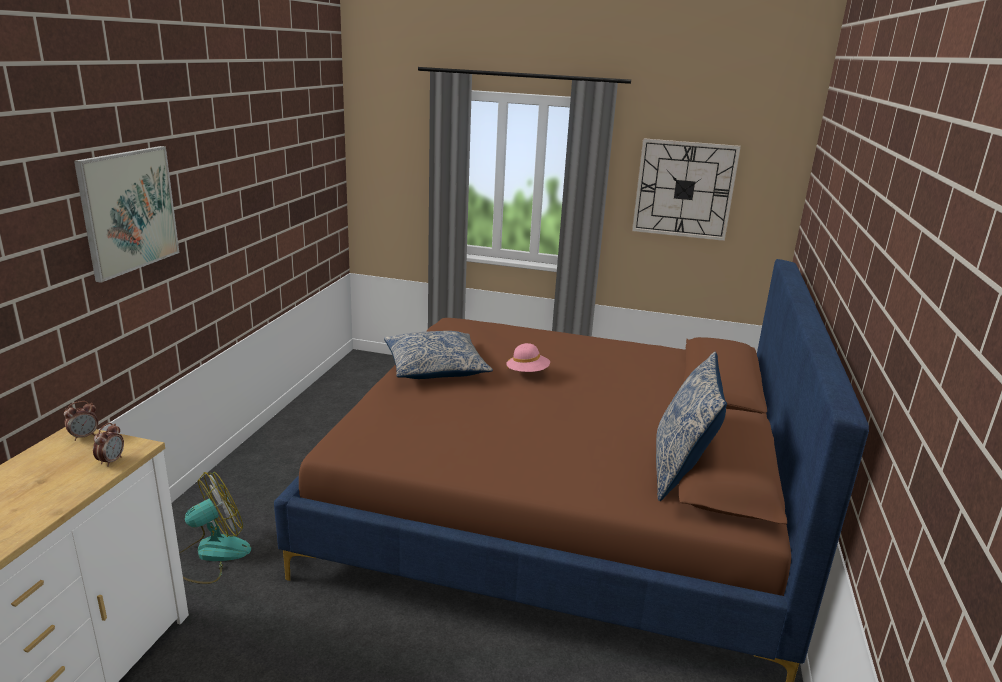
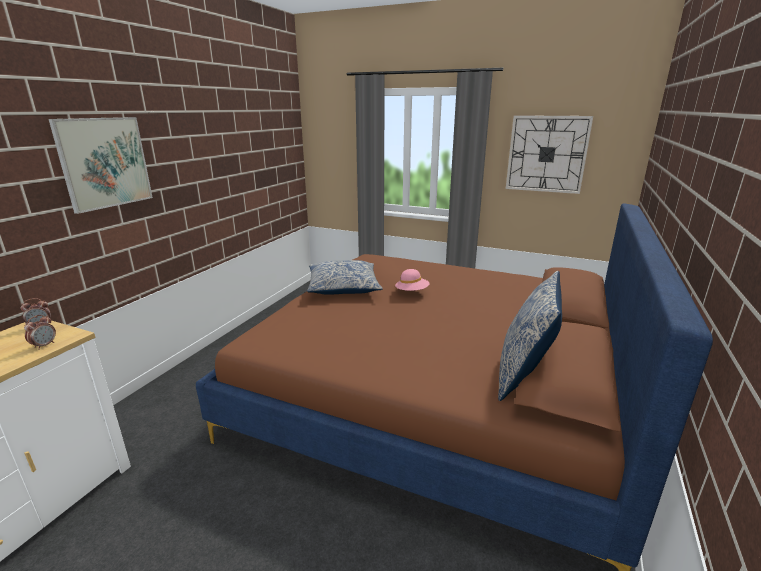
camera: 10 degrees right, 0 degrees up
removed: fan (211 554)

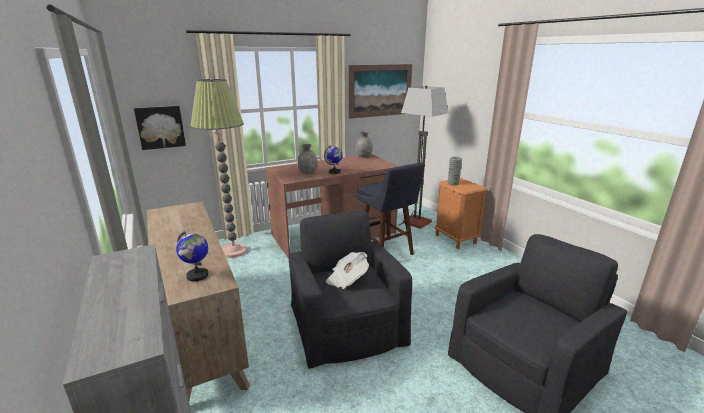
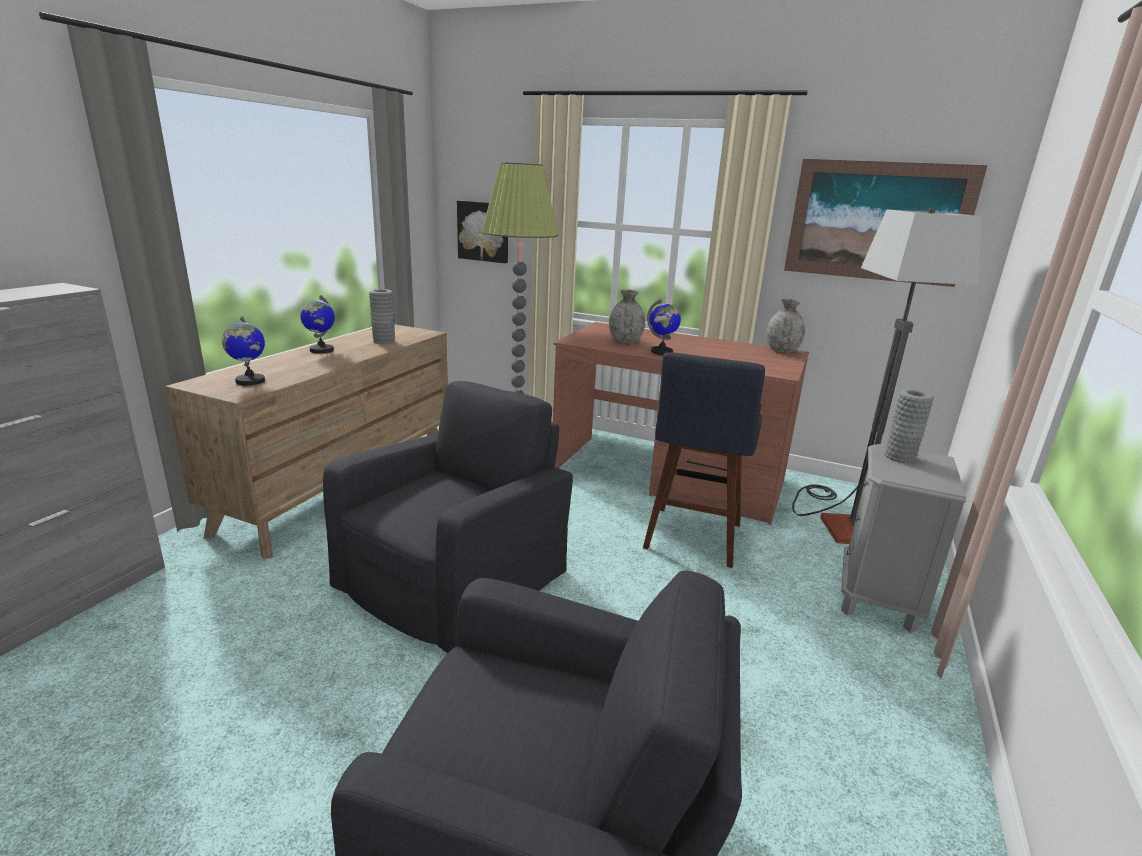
camera: 50 degrees right, 0 degrees up
removed: daily paper (347 279)
added: grey flower vase (384 341); world globe (321 350)
recoloured: orange bedside table (456 239) to grey bedside table (878 598)

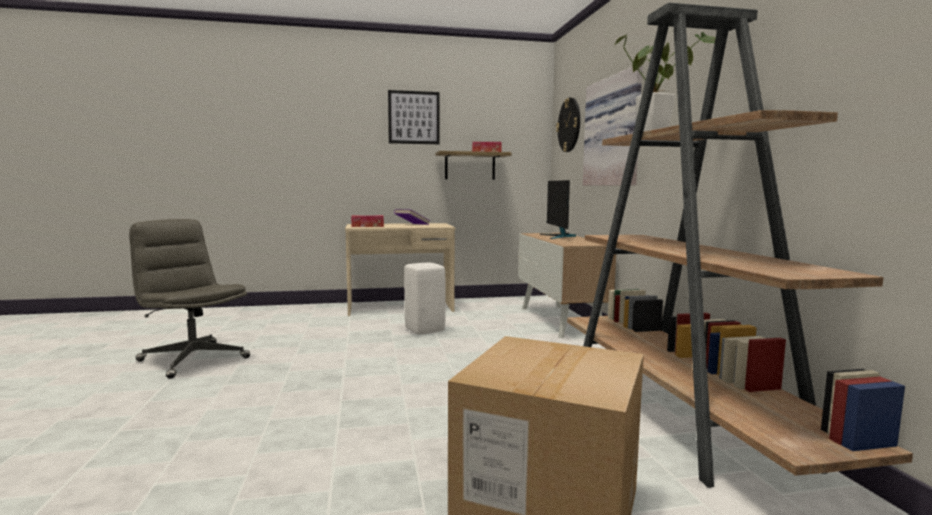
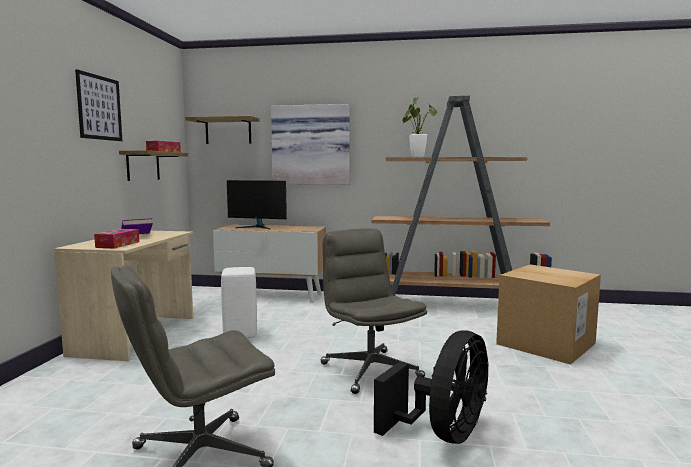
camera: 70 degrees left, 0 degrees up
added: grey computer chair (369 370); blackish fan (443 433)
replaced: hanging clock (569 125) to bracket shelf (228 131)

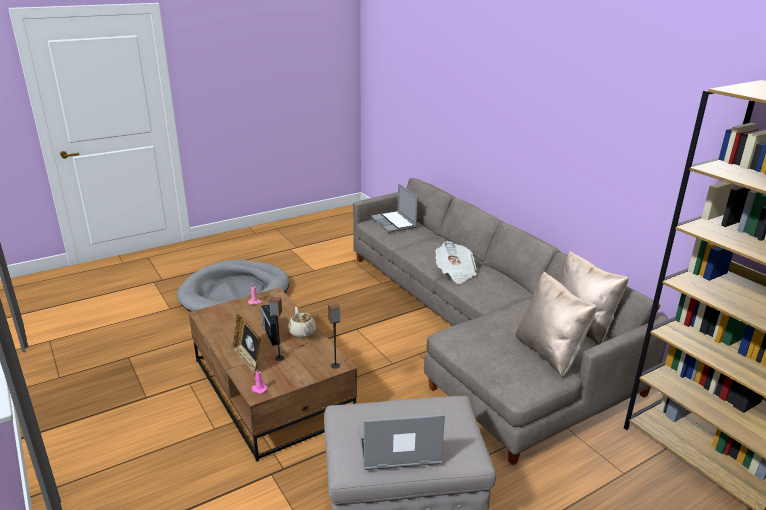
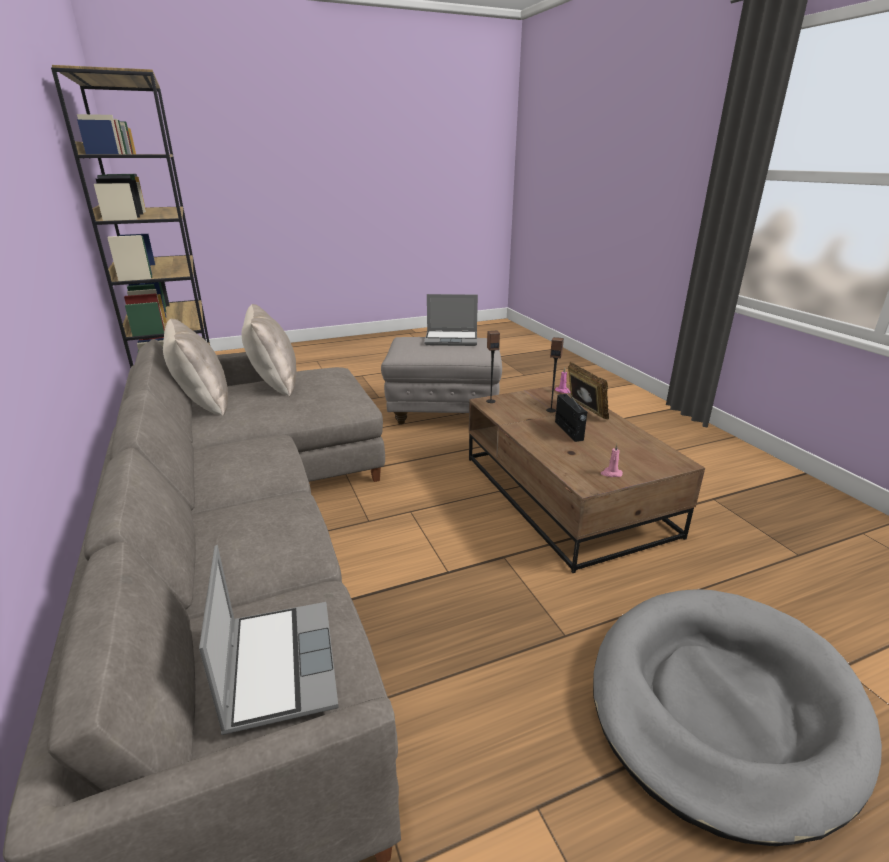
camera: 170 degrees left, 0 degrees up
removed: daily paper (455 273); sand-coloured pot for tea (302 332)

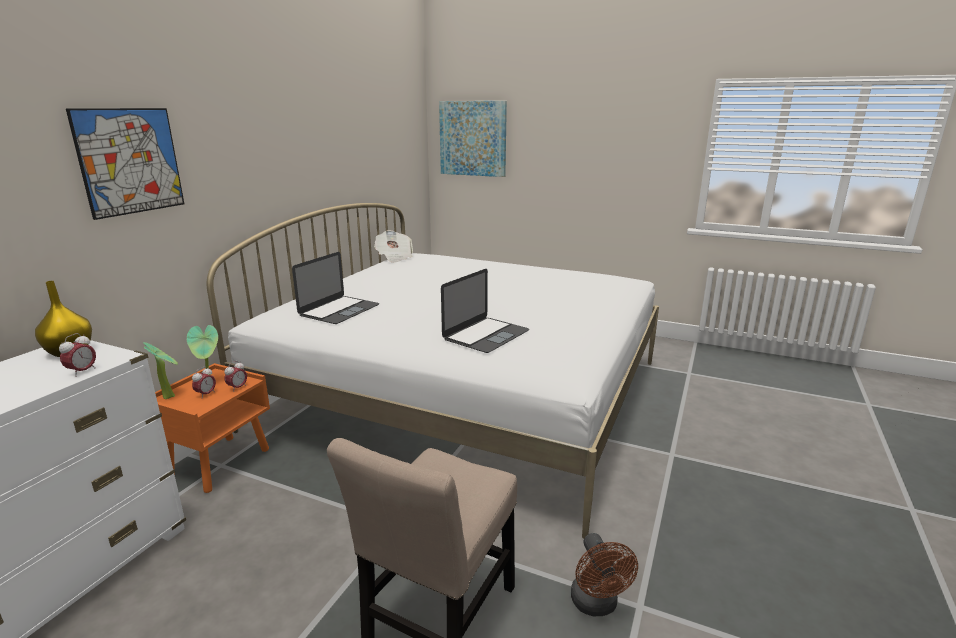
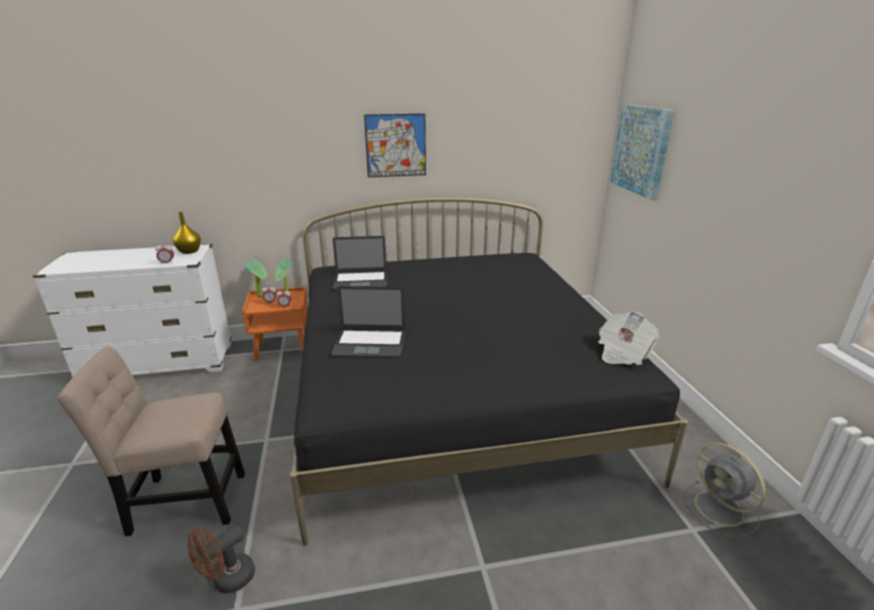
camera: 55 degrees right, 5 degrees up
added: grey fan (720 510)
moved: picture (130 161) to (395 145); daily paper (394 257) to (623 352)
recoloured: white-coloured bedroom bed (466 393) to blackish bedroom bed (454 395)

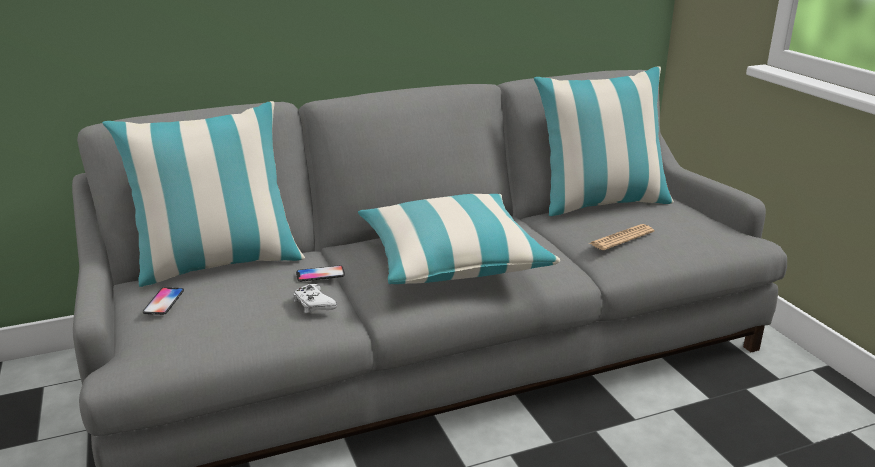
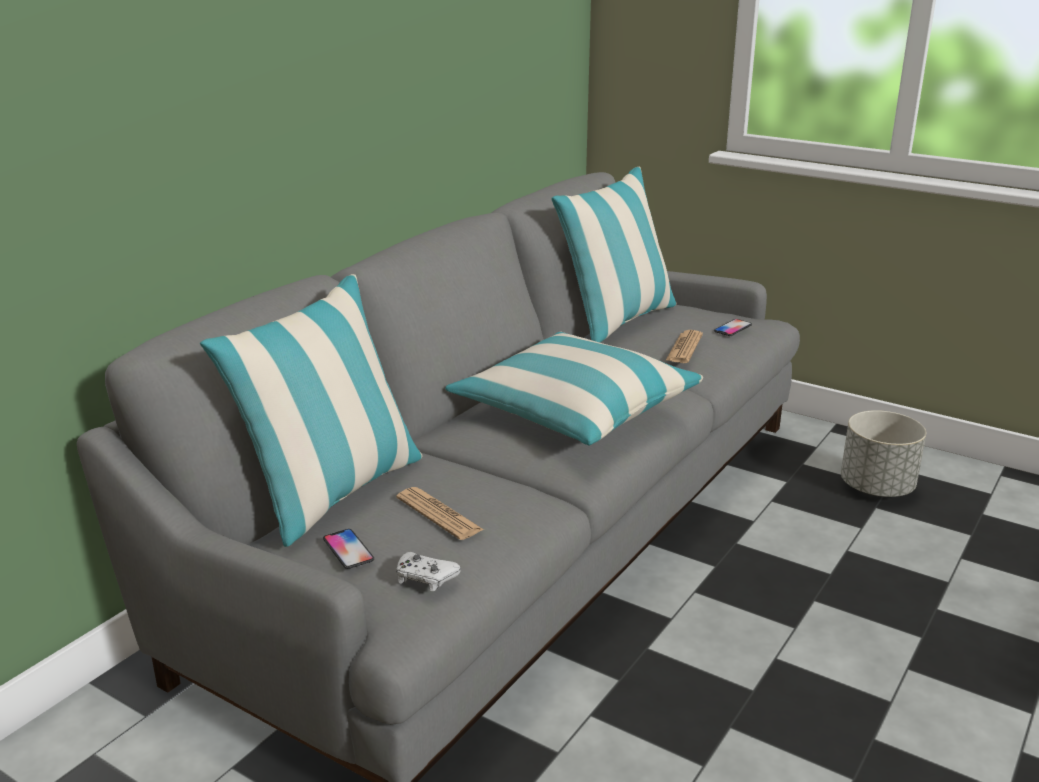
camera: 35 degrees left, 0 degrees up
added: grey flower pot (876 487); daily paper (439 514)
moved: handset (320 274) to (732 328); white-coloured gamepad (313 304) to (425 577)

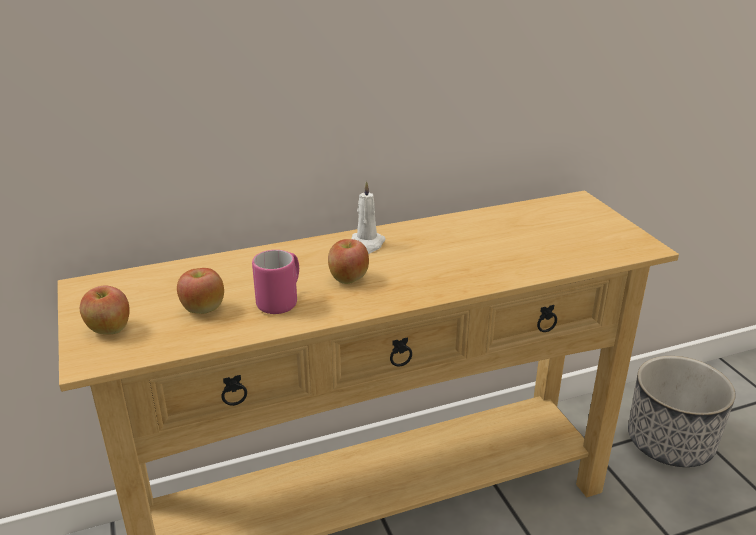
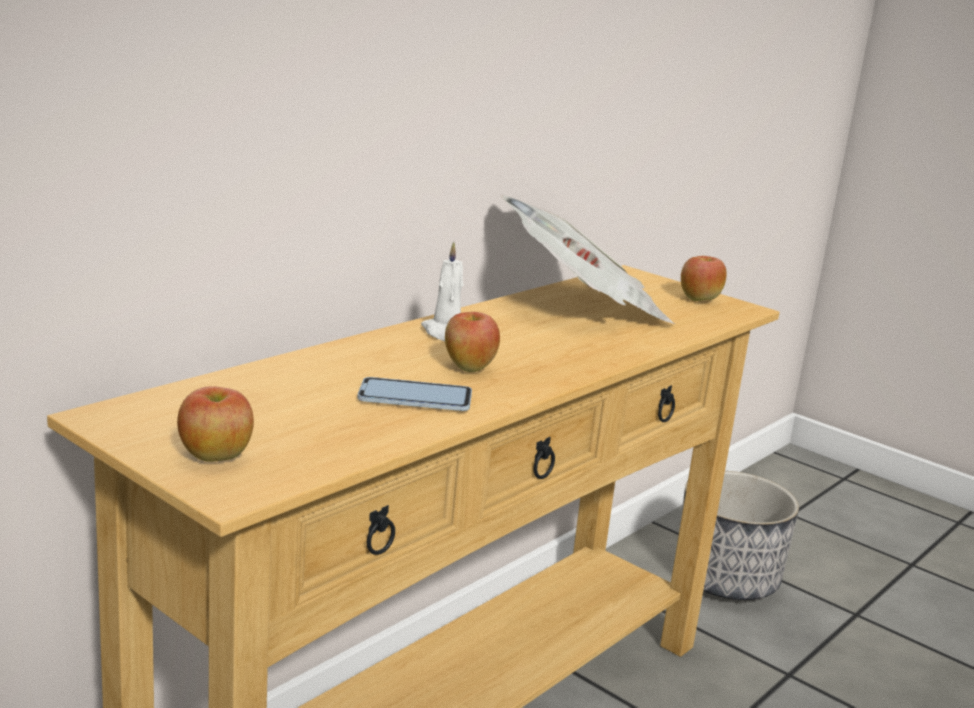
camera: 30 degrees left, 10 degrees down
added: daily paper (584 306)
moved: apple fruit (203 309) to (699 299)
replaced: pink tea mug (281 301) to handset (415 397)

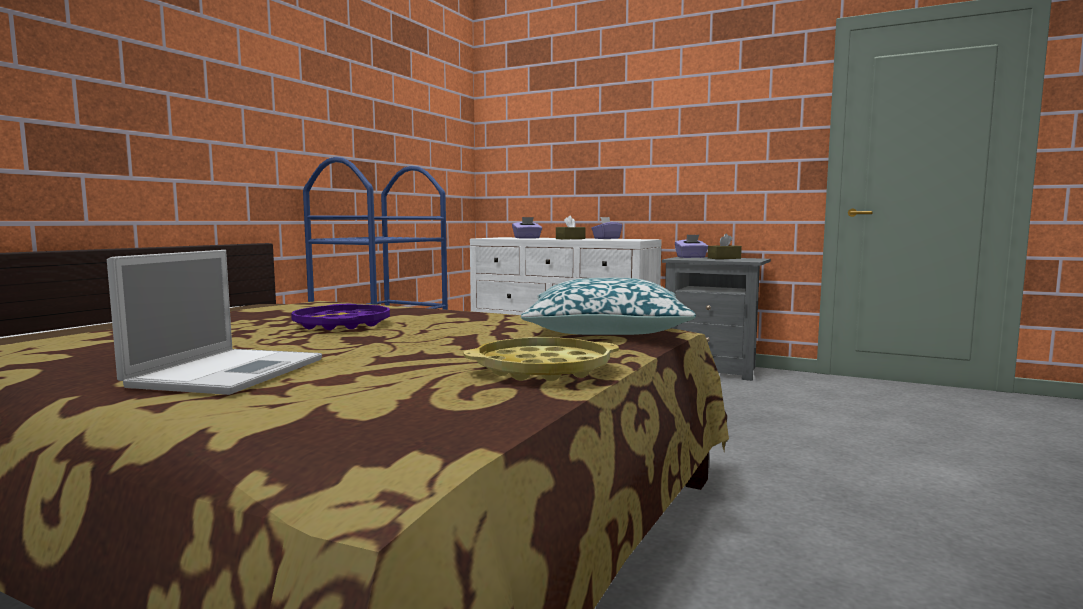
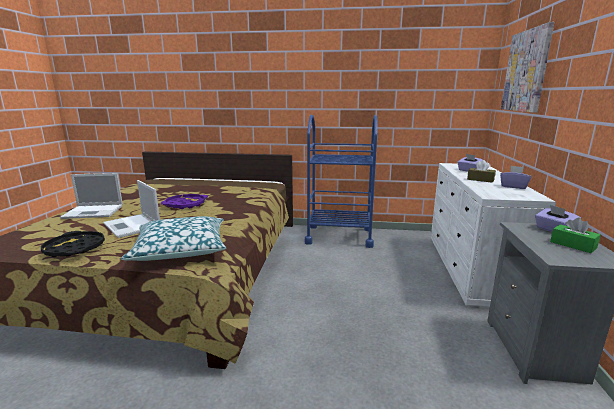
camera: 70 degrees right, 10 degrees up
added: picture (526 71); notebook computer (132 226)
recoloured: brown-coloured tissue box (724 258) to green-coloured tissue box (573 245); yellow-coloured carrying tray (543 369) to blackish carrying tray (75 248)

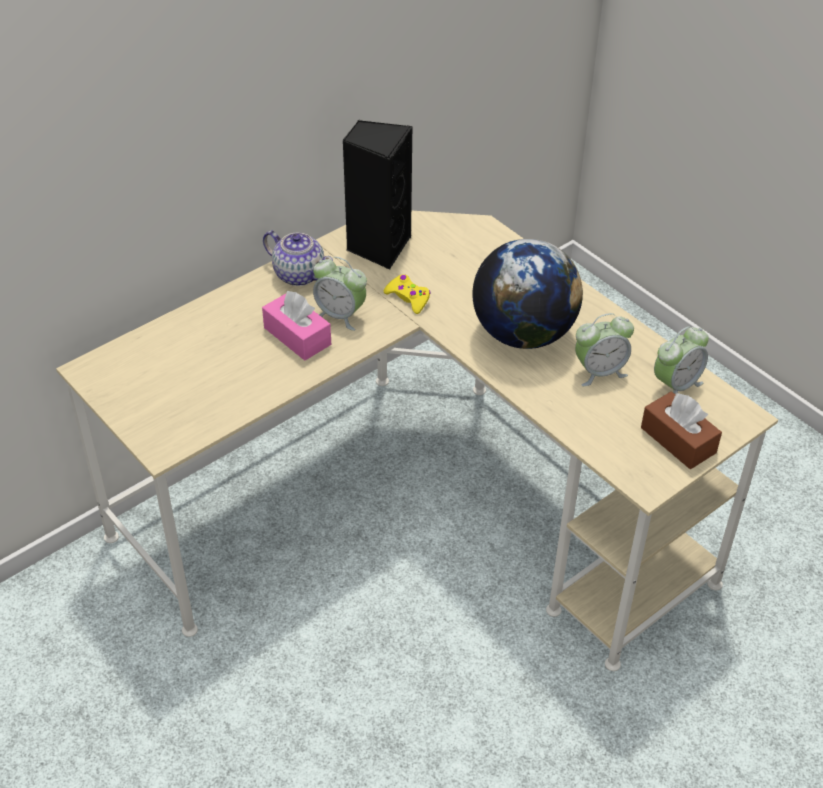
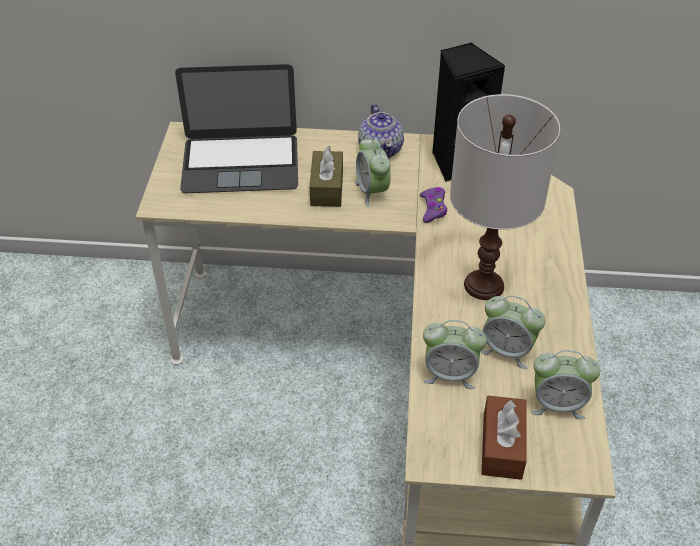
camera: 45 degrees right, 0 degrees up
added: notebook computer (240 163); bedside clock (450 374)
replaced: world globe (523 333) to white-coloured lamp for a table (484 284)
recoloured: yellow-coloured gamepad (408 298) to purplish gamepad (433 208); pink tissue box (297 336) to brown-coloured tissue box (327 188)

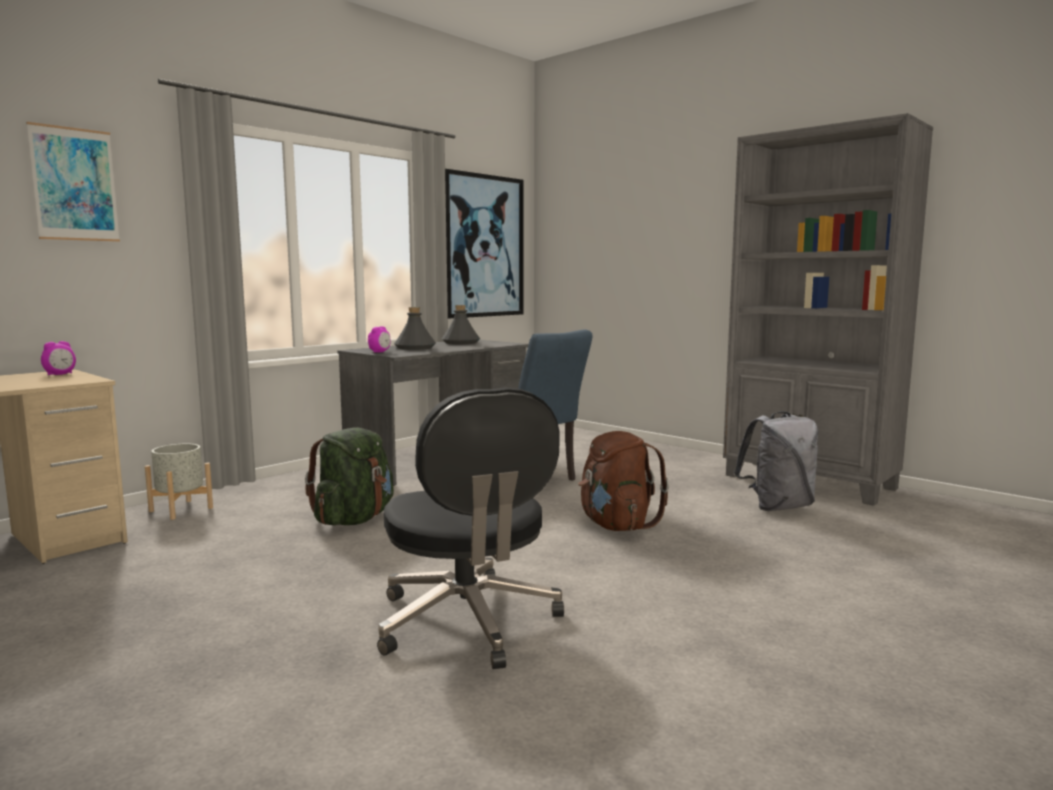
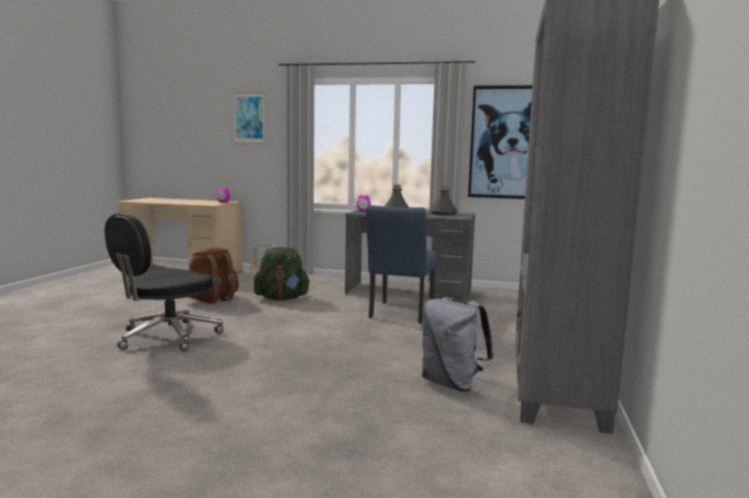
camera: 60 degrees right, 0 degrees up
moved: brown-coloured rucksack (616 525) to (212 300)

